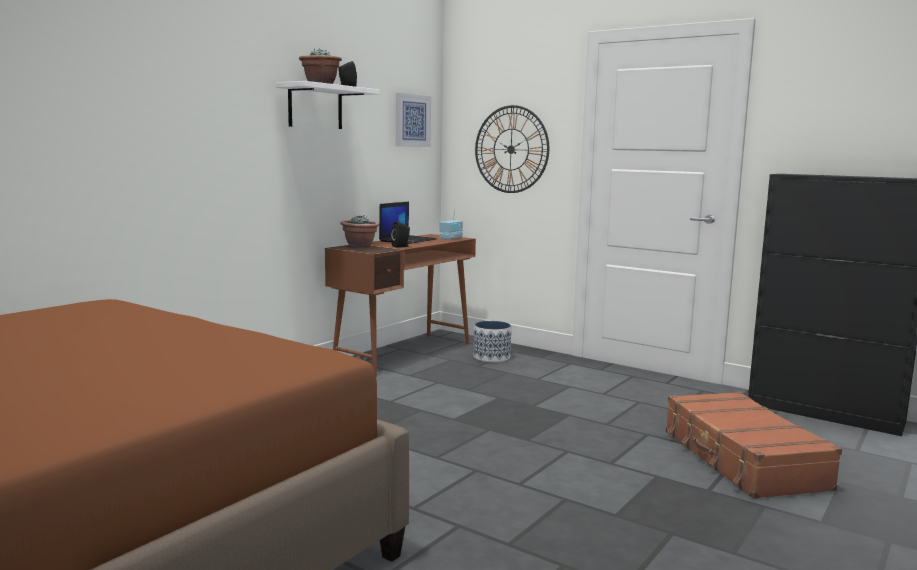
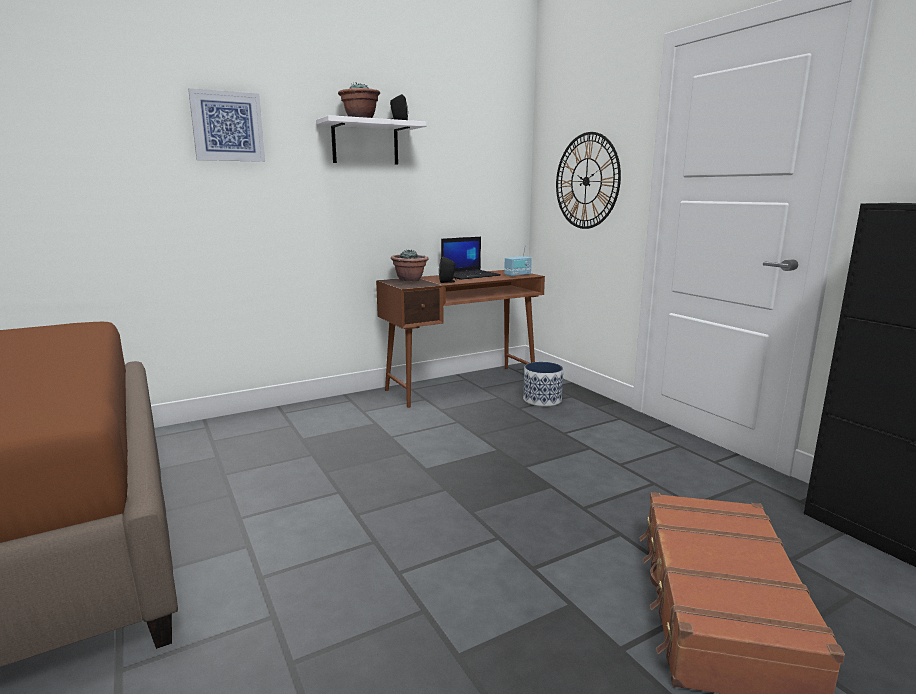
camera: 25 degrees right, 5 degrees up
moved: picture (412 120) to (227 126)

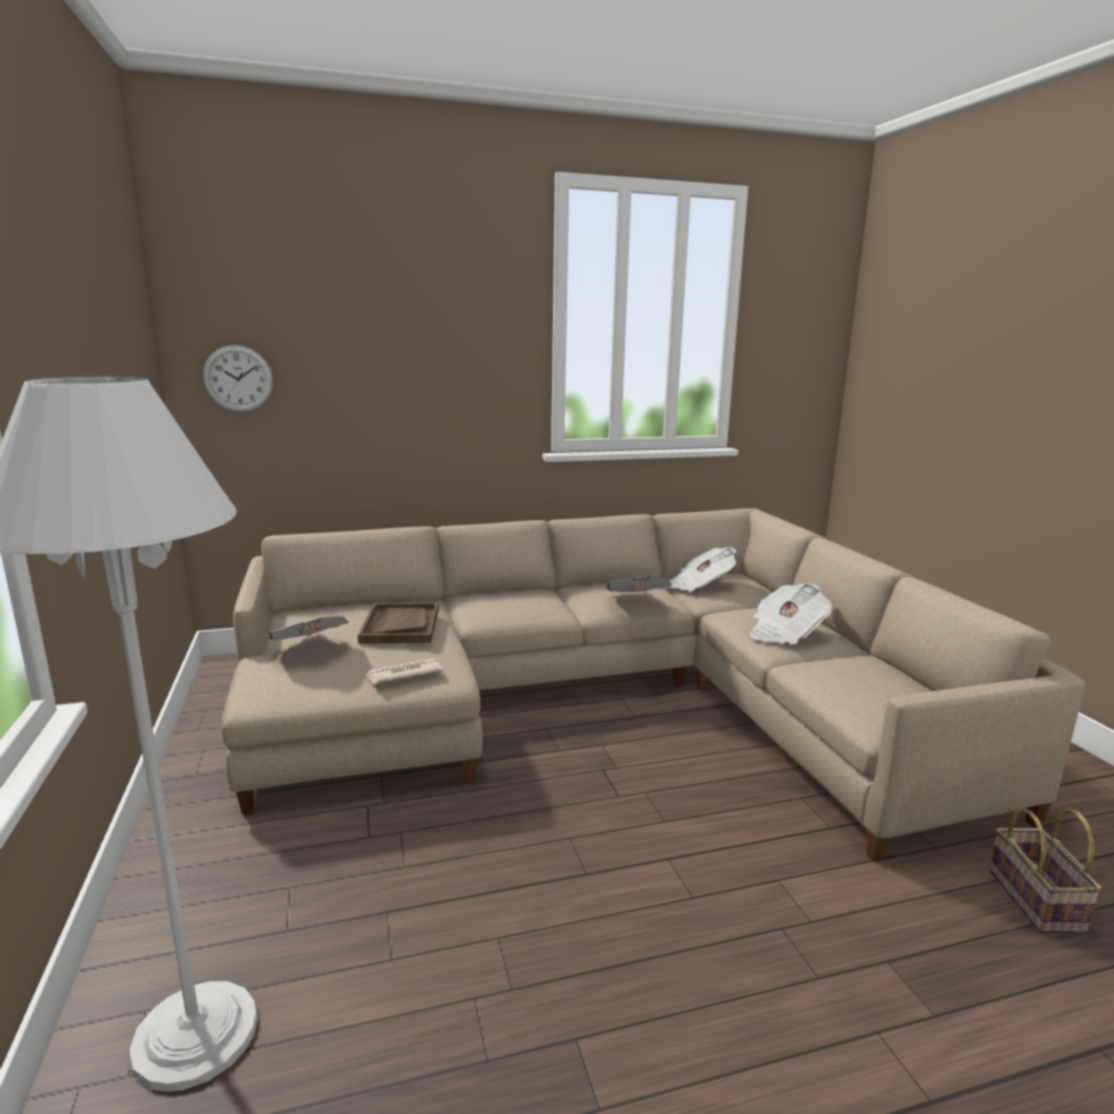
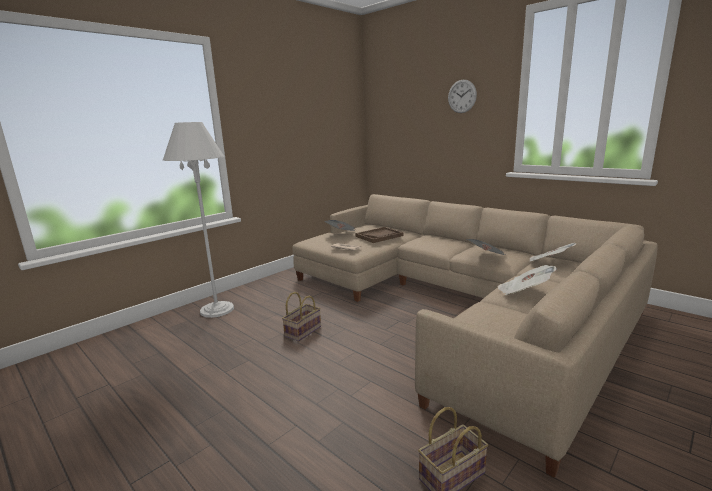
camera: 60 degrees right, 0 degrees up
added: basket (303 331)
moved: hanging clock (238 378) to (462 96)

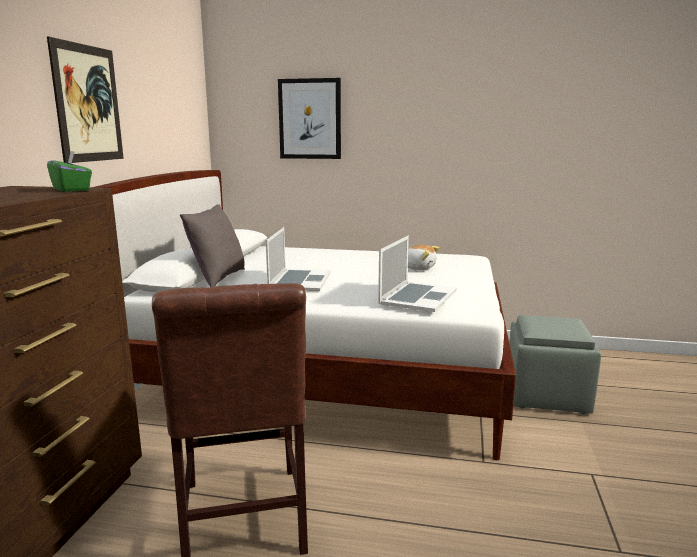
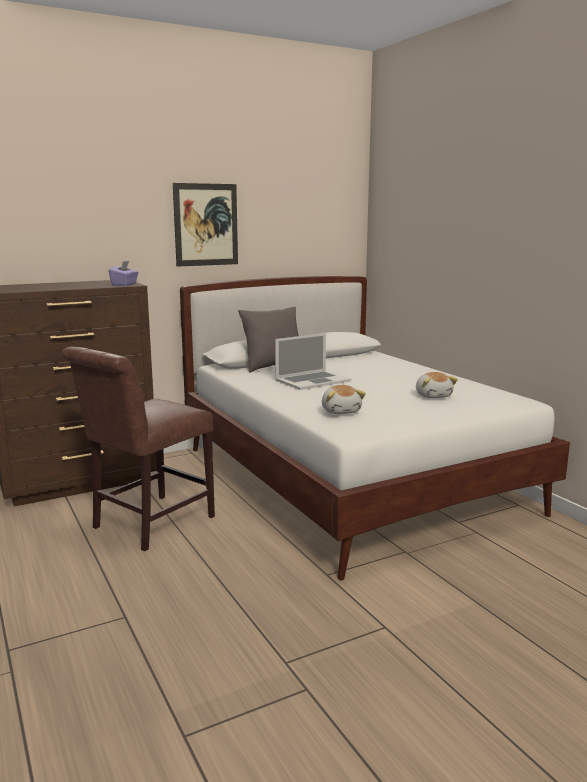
camera: 50 degrees right, 0 degrees up
removed: picture (310 119); grey ottoman (545 395)
replaced: notebook computer (418 296) to soft toy (341 411)
recoloured: green-coloured tissue box (72 190) to purplish tissue box (124 285)

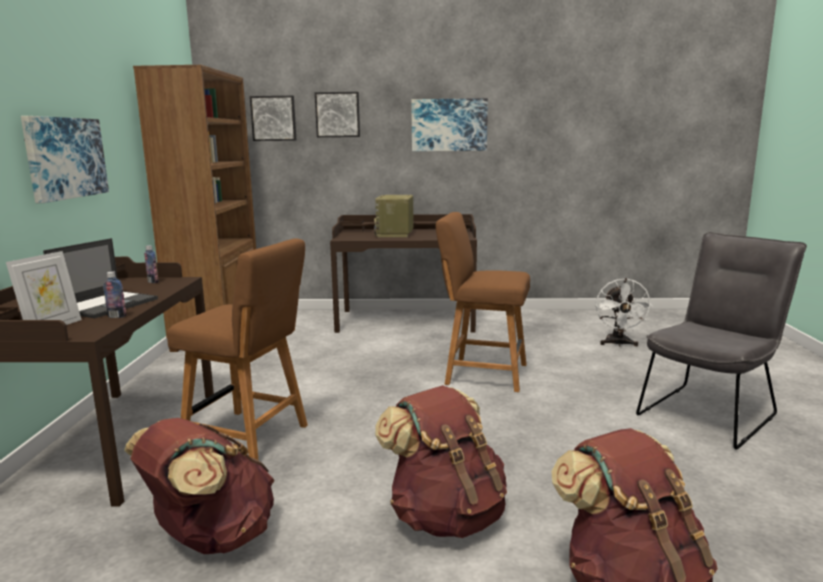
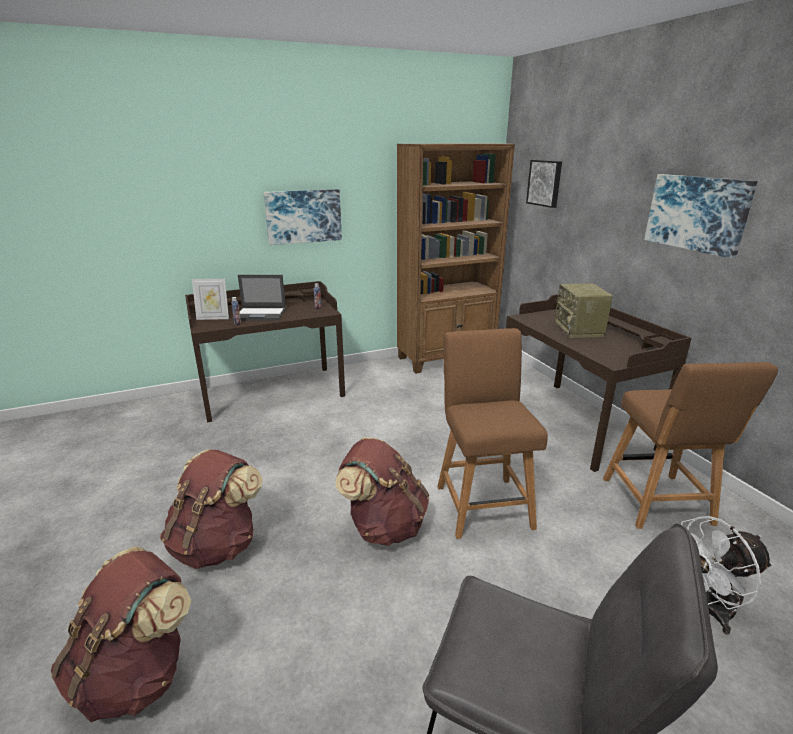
camera: 65 degrees right, 10 degrees up
removed: picture (338 114)
moved: brown-coloured chair (251 439) to (659 504); brown-coloured rucksack (211 538) to (384 525)
turned: radio set (395 234) = (579 330) 75 degrees counterclockwise

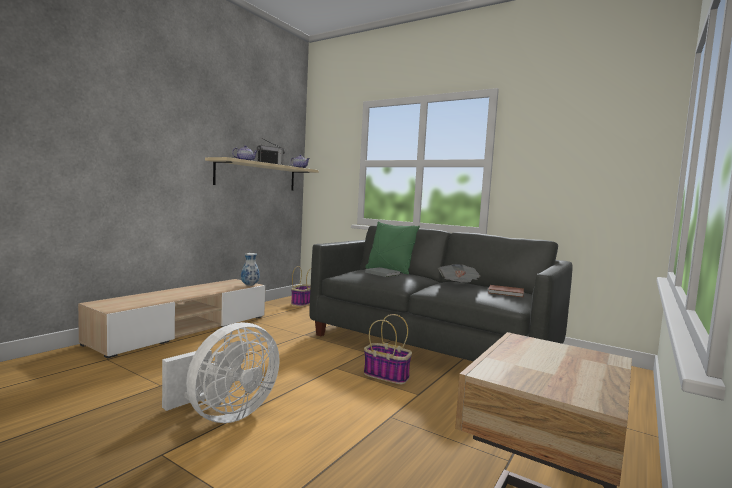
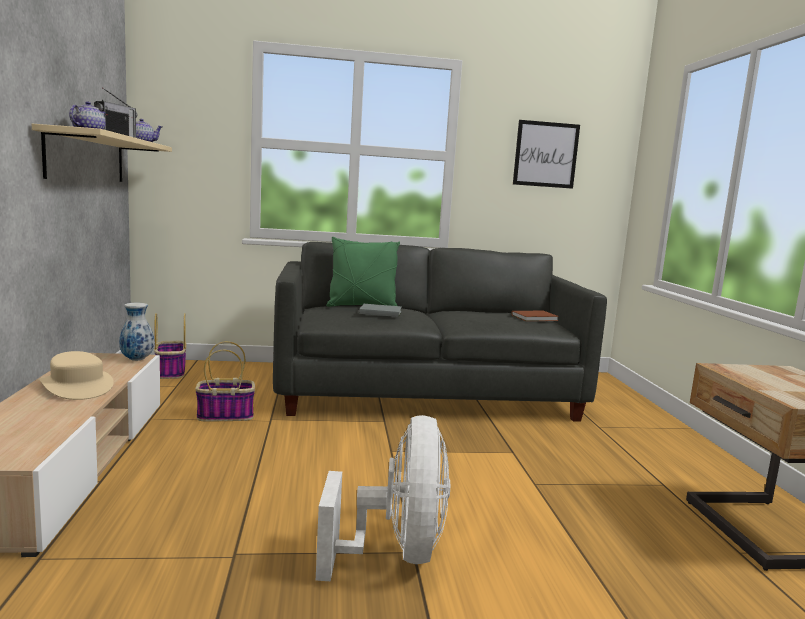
camera: 40 degrees left, 5 degrees up
removed: daily paper (458 285)
added: picture (545 154); sand-coloured wearable hat (77 386)
moved: basket (387 376) to (226 415)

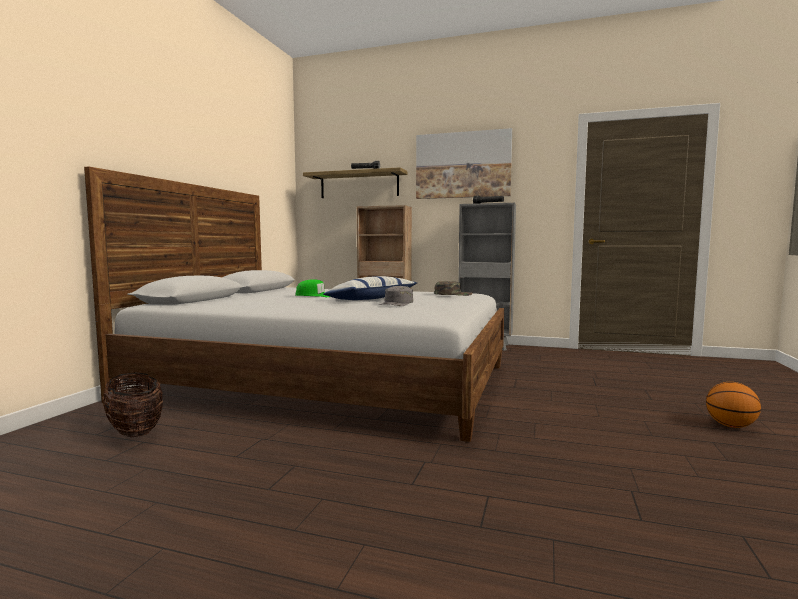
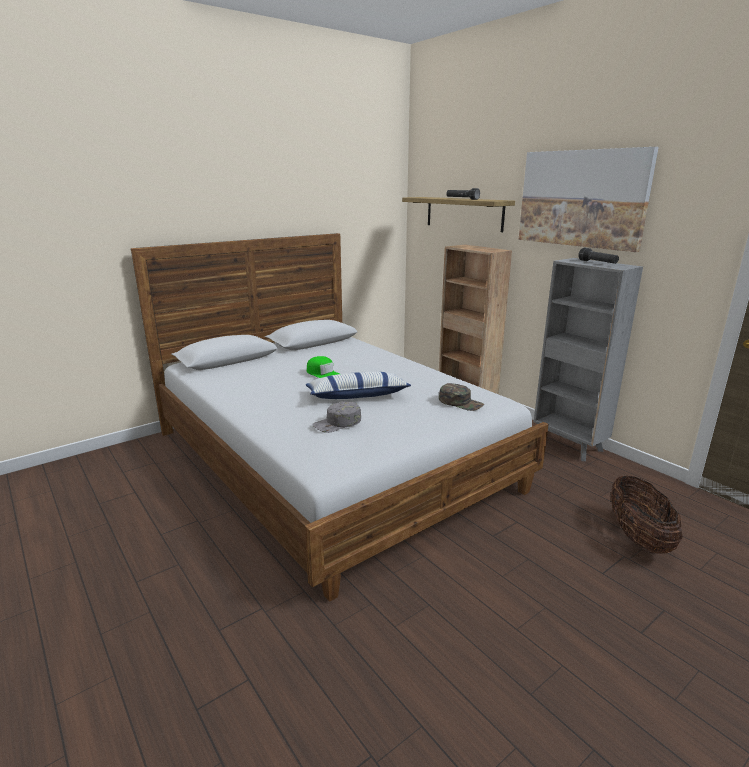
camera: 35 degrees right, 15 degrees up
removed: ball for basketball (730 426)
moved: basket (135 431) to (638 537)

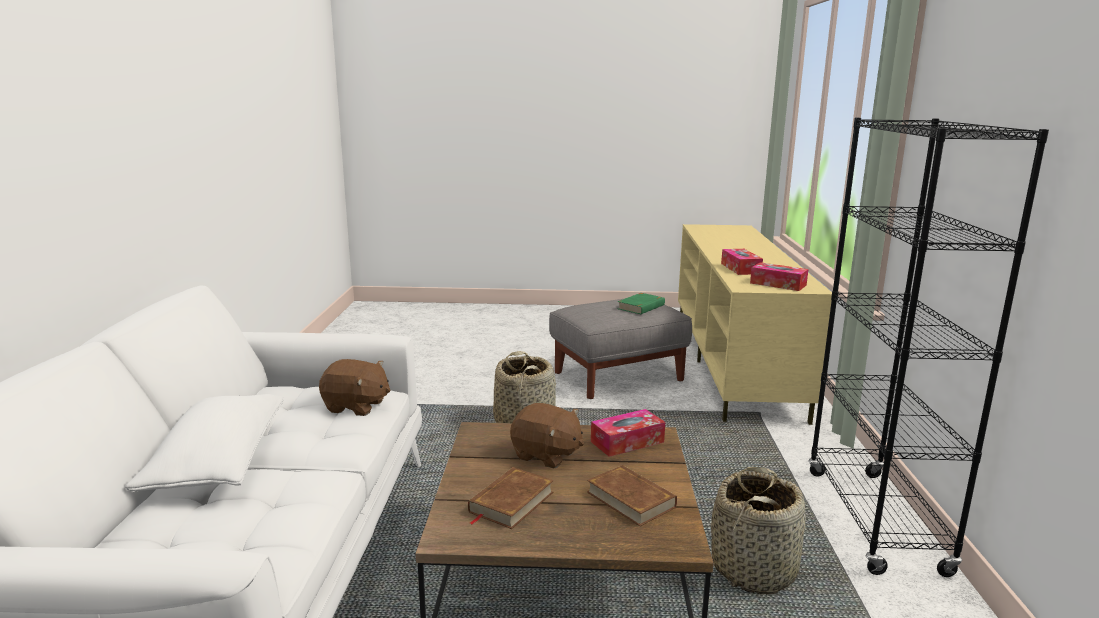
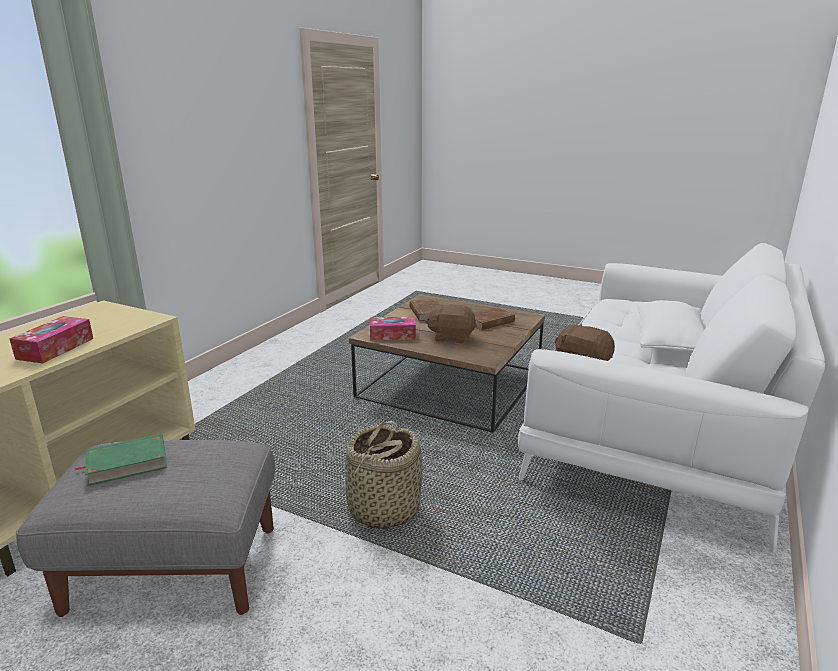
camera: 155 degrees left, 5 degrees up
removed: blackish bookcase (874 520); tissue box (778 284); basket (754 569)
turned: brown-coloured soft toy (546 455) = (451 337) 45 degrees counterclockwise

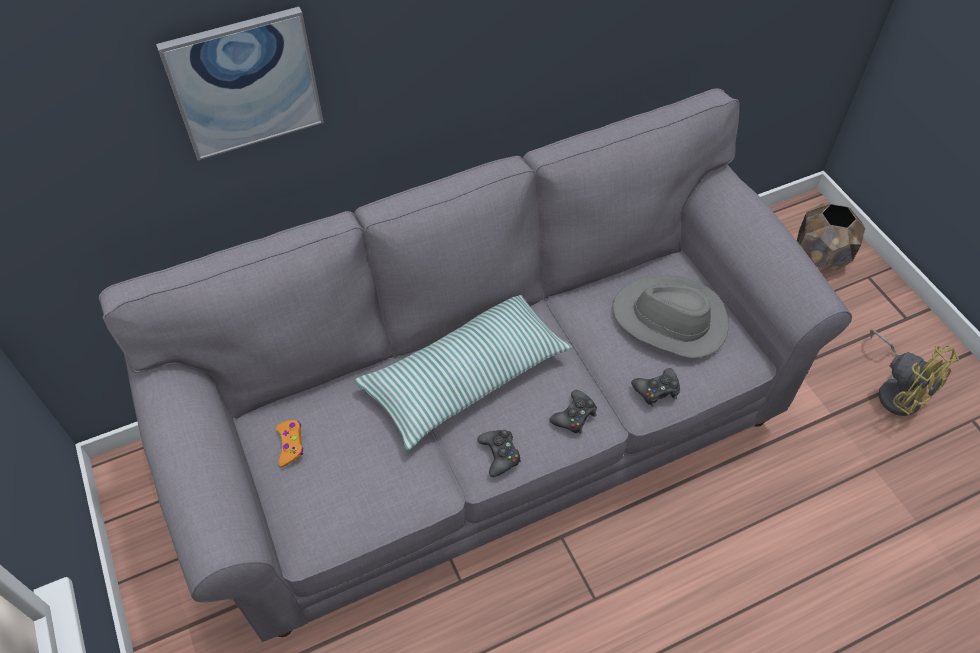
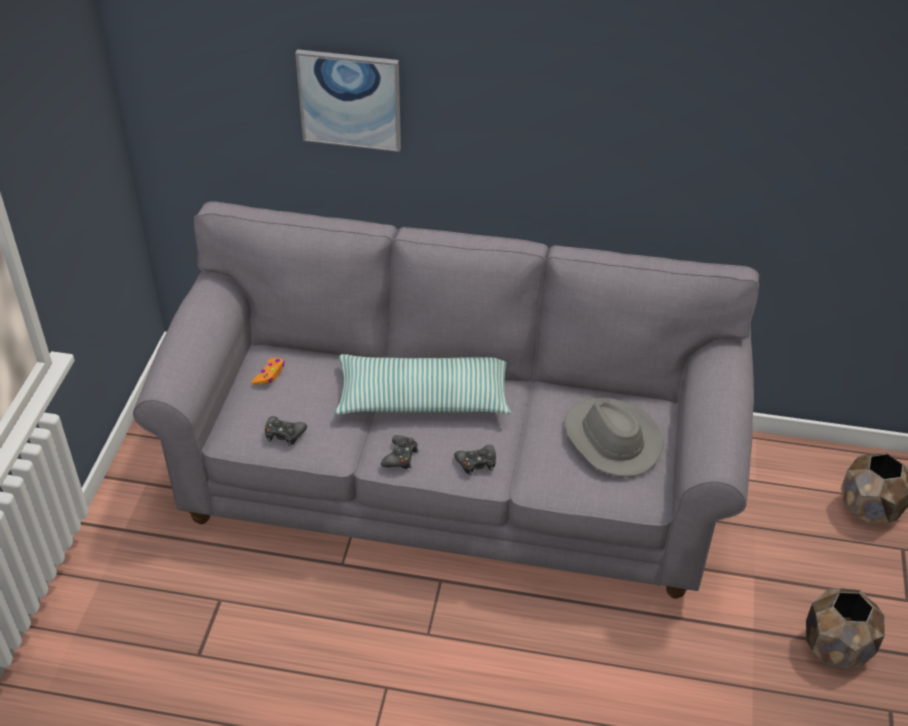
camera: 35 degrees right, 10 degrees down
moved: blackish gamepad (656 390) to (284 434)
replaced: yellow-coloured fan (897 390) to brown-coloured flower pot (837 647)

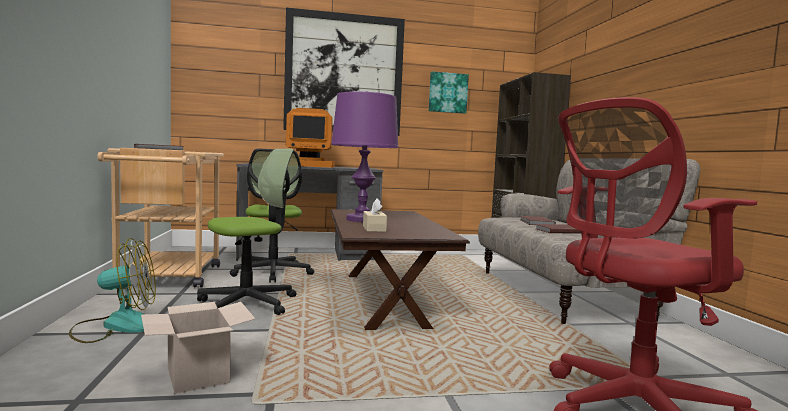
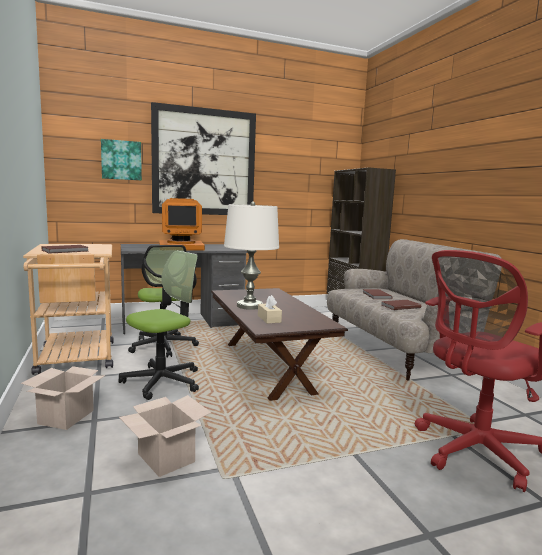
camera: 10 degrees left, 5 degrees up
moved: picture (447 93) to (121 160)
replaced: fan (116 326) to carton (66 416)
recoloured: purplish lamp for a table (362 220) to white-coloured lamp for a table (249 306)

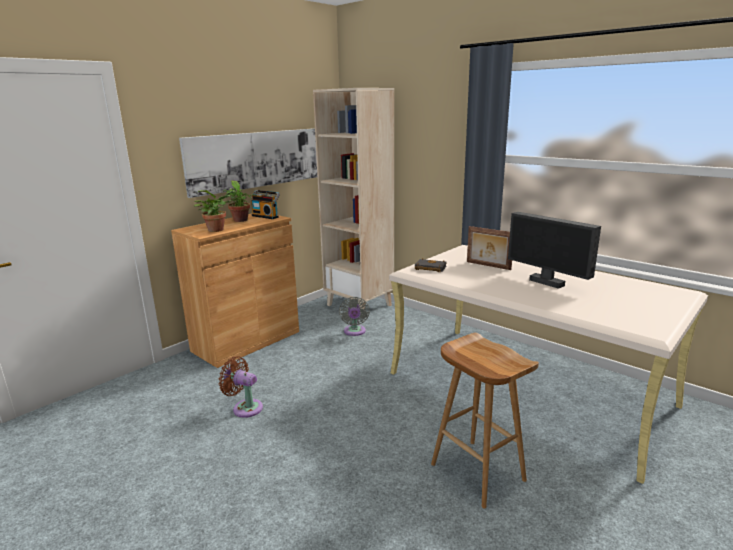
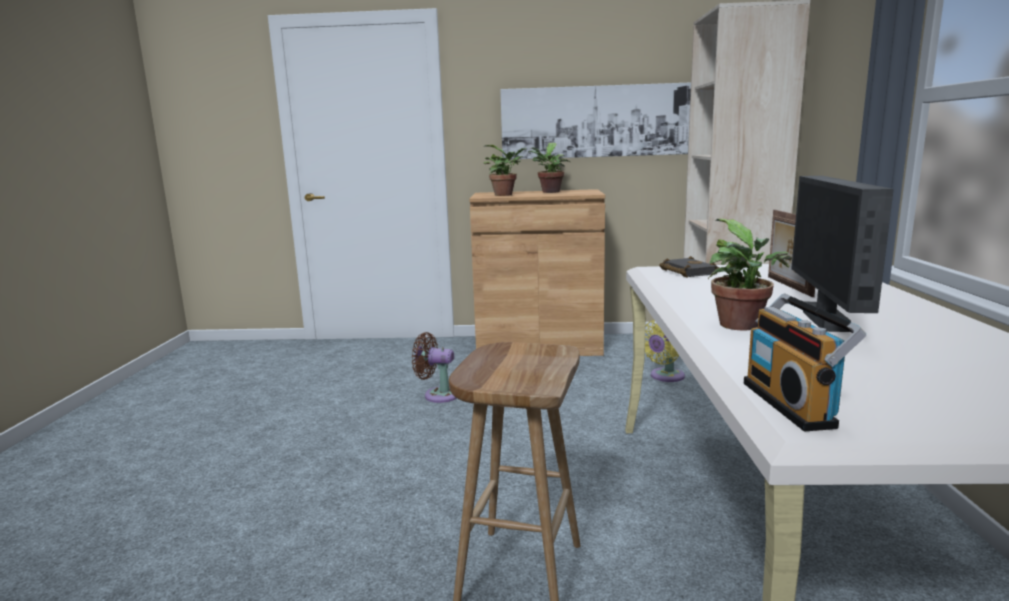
camera: 50 degrees right, 5 degrees down
added: potted plant (742 326)
moved: radio set (266 216) to (793 404)
recoloured: grey fan (354 332) to yellow-coloured fan (665 376)
turned: brown-coloured fan (245 407) = (438 395) 60 degrees counterclockwise

